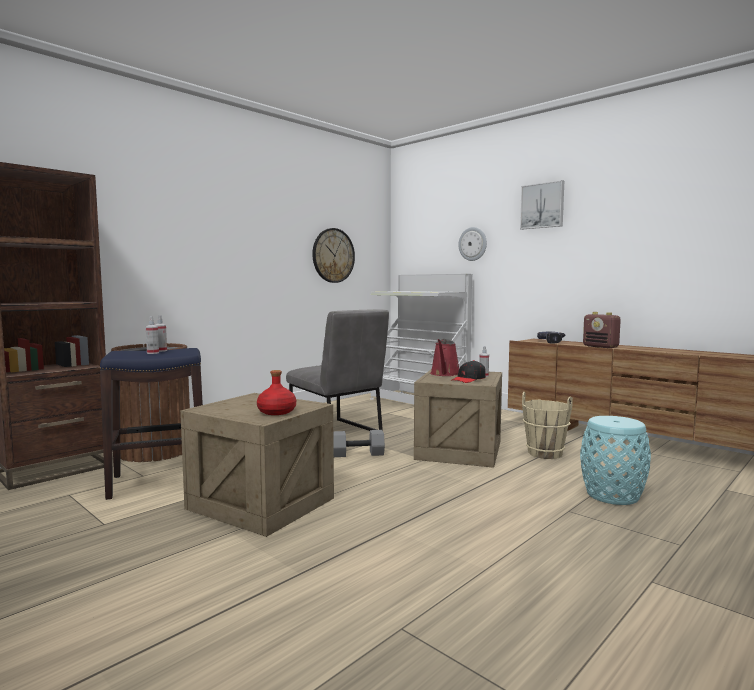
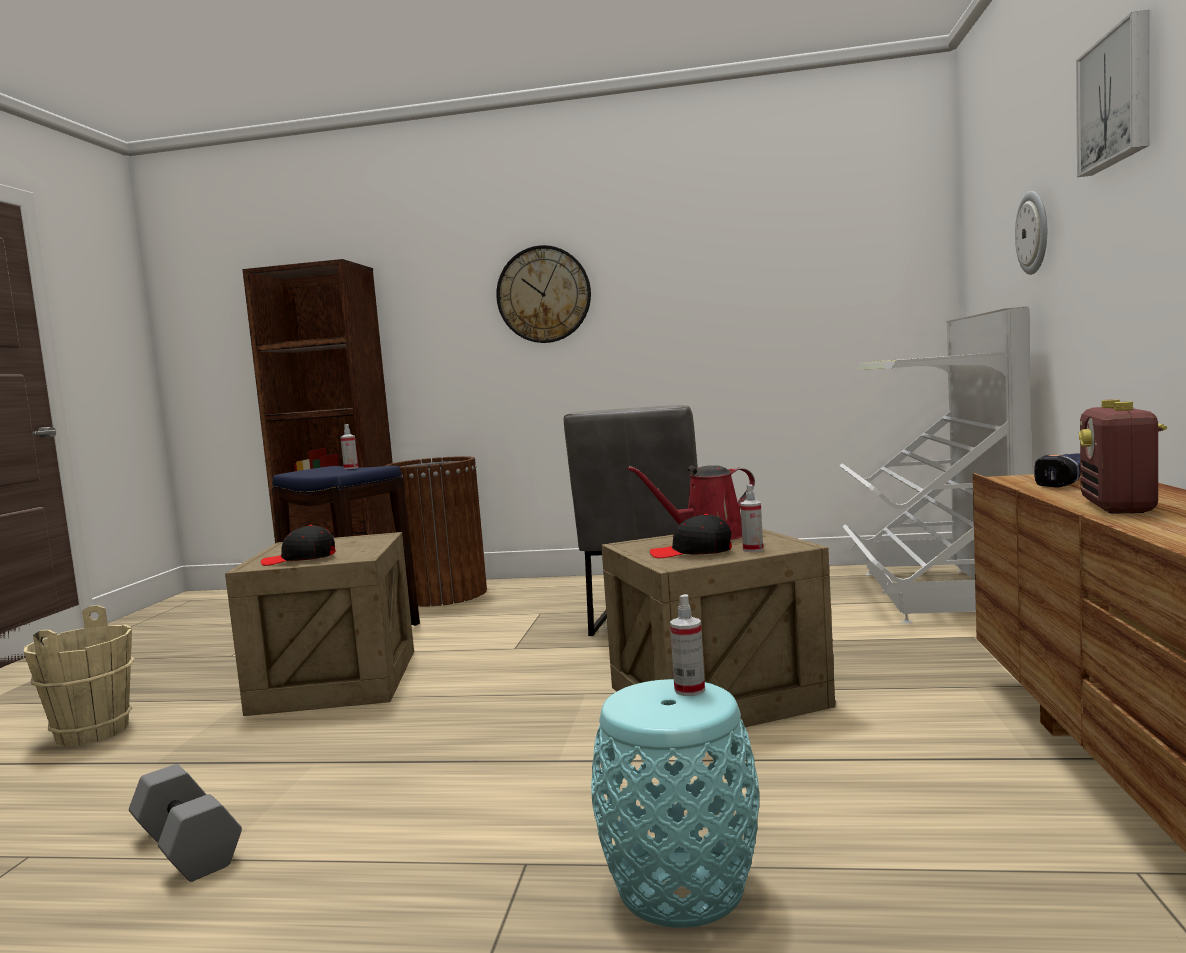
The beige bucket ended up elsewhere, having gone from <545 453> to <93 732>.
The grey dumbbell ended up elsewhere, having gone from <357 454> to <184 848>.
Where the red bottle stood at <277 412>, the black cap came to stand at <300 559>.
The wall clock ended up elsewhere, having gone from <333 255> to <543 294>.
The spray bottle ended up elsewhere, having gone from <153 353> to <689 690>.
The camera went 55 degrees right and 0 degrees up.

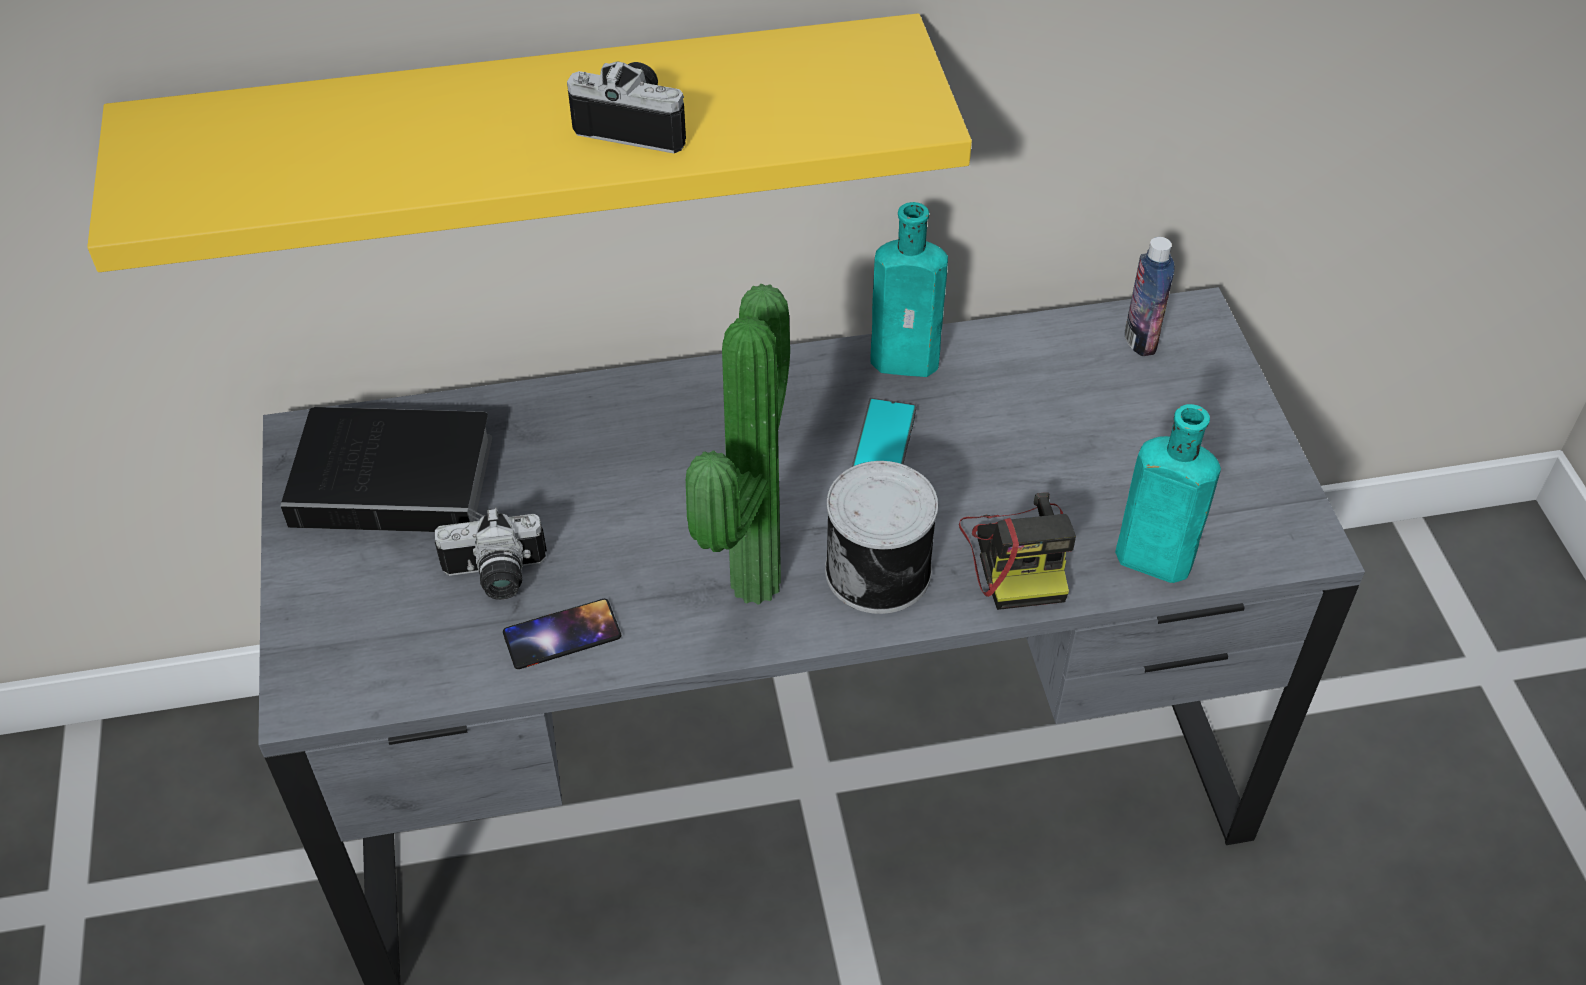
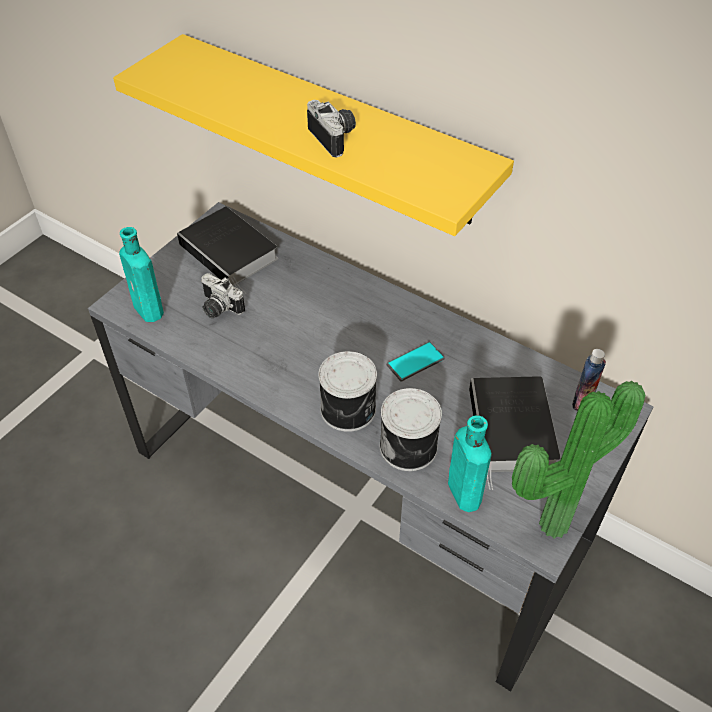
The turquoise bottle ended up elsewhere, having gone from <910 361> to <150 311>.
Where the photo camera stood at <1018 555>, the can came to stand at <410 446>.
The second view gained the book at <512 431>.
The potted plant ended up elsewhere, having gone from <745 583> to <549 521>.
The second view lost the phone at <562 634>.
The camera went 45 degrees right and 0 degrees up.

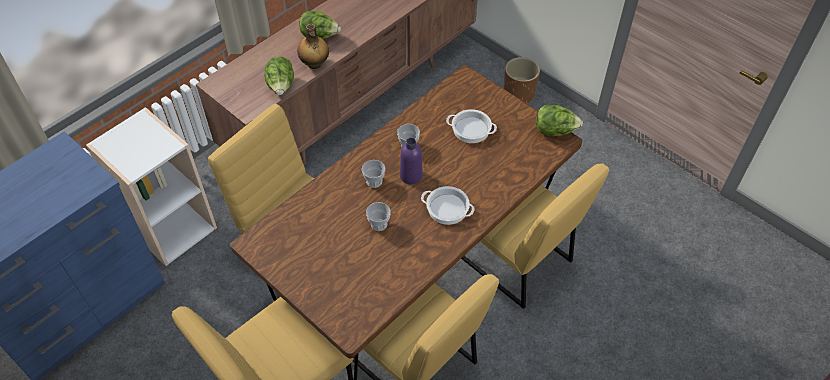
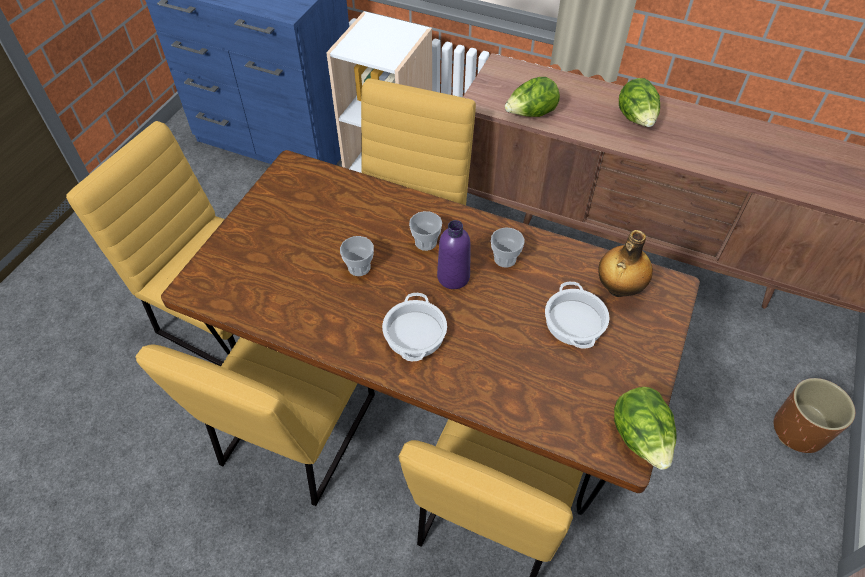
The bottle ended up elsewhere, having gone from <314 64> to <618 288>.
The camera went 70 degrees right and 0 degrees up.

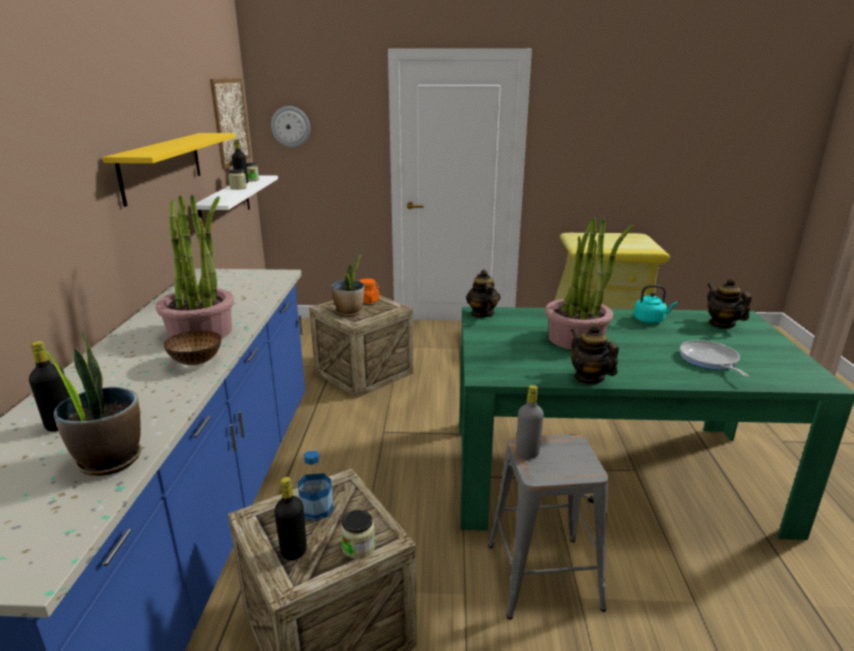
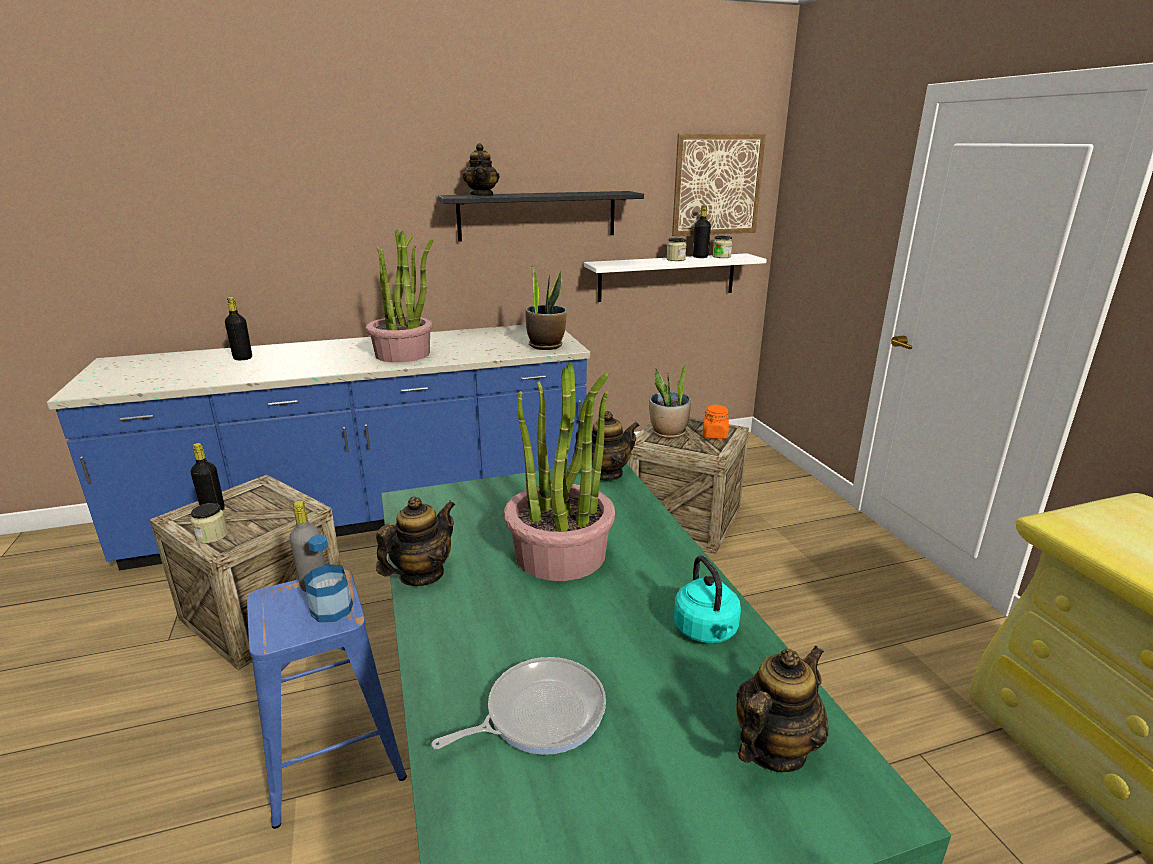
What was the grey stool at <543 576> turned into the blue stool at <331 754>.
The bottle ended up elsewhere, having gone from <316 509> to <332 609>.
What was the yellow shelf at <162 166> turned into the black shelf at <537 215>.
The second view gained the teapot at <482 195>.
The potted plant ended up elsewhere, having gone from <109 459> to <546 345>.
The second view lost the bowl at <197 362>.
The second view lost the wall clock at <291 126>.
The camera went 70 degrees right and 0 degrees up.

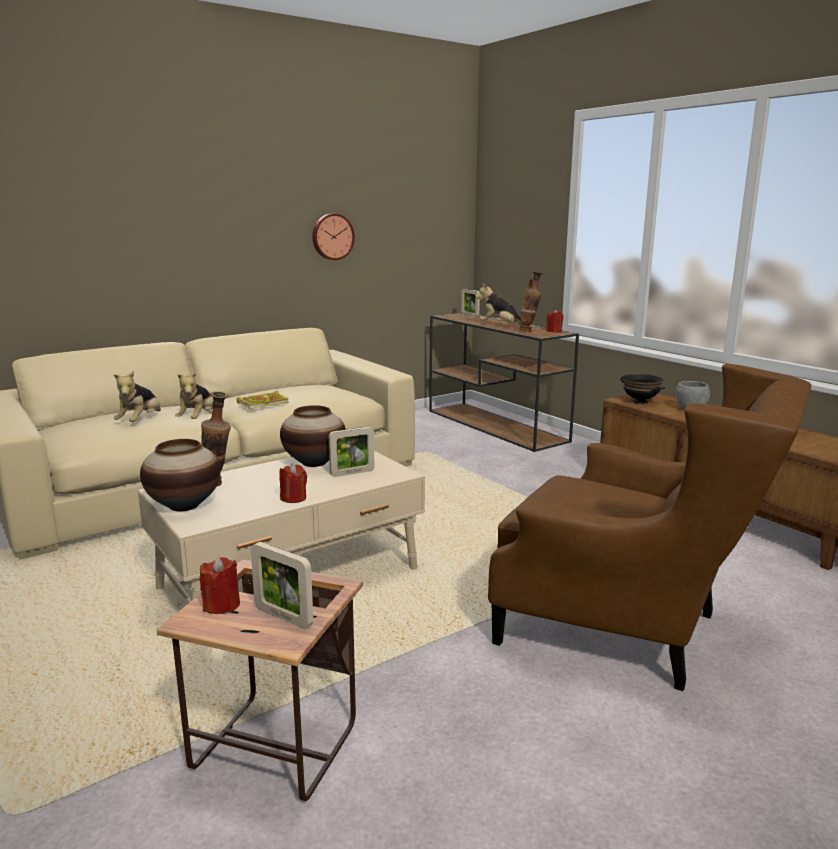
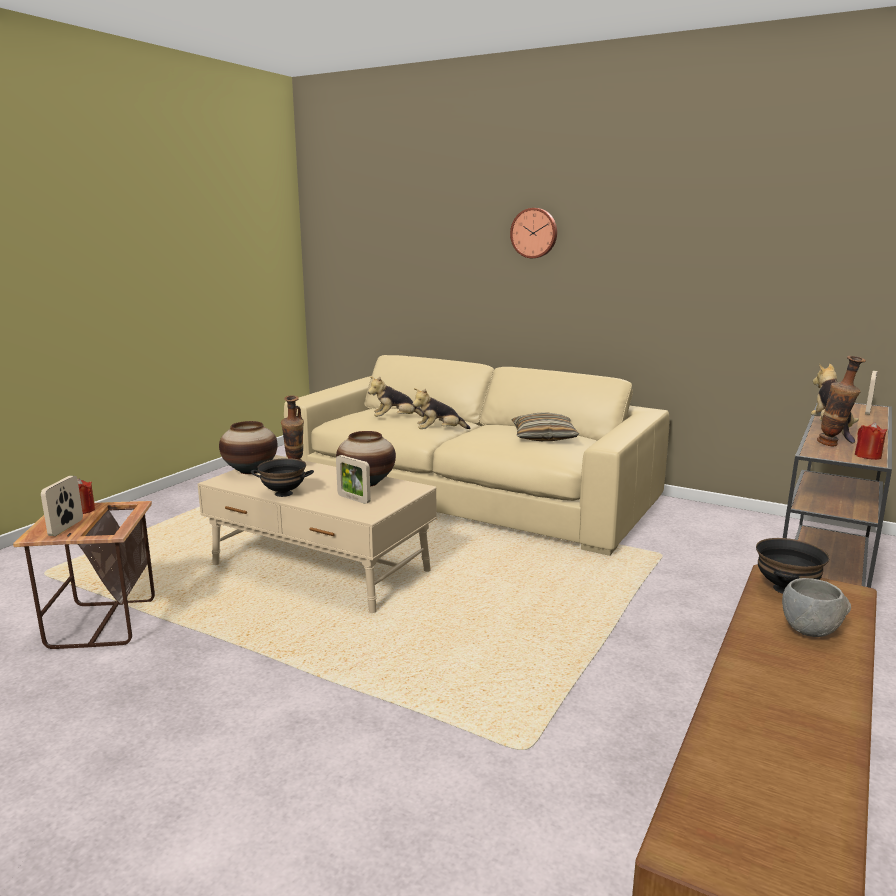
Where the red candle stood at <293 498>, the black bowl came to stand at <283 494>.
The wall clock ended up elsewhere, having gone from <332 236> to <534 233>.
The second view gained the pillow at <543 437>.
The second view lost the book at <264 403>.
The second view lost the brown armchair at <629 630>.
The camera went 65 degrees right and 0 degrees up.

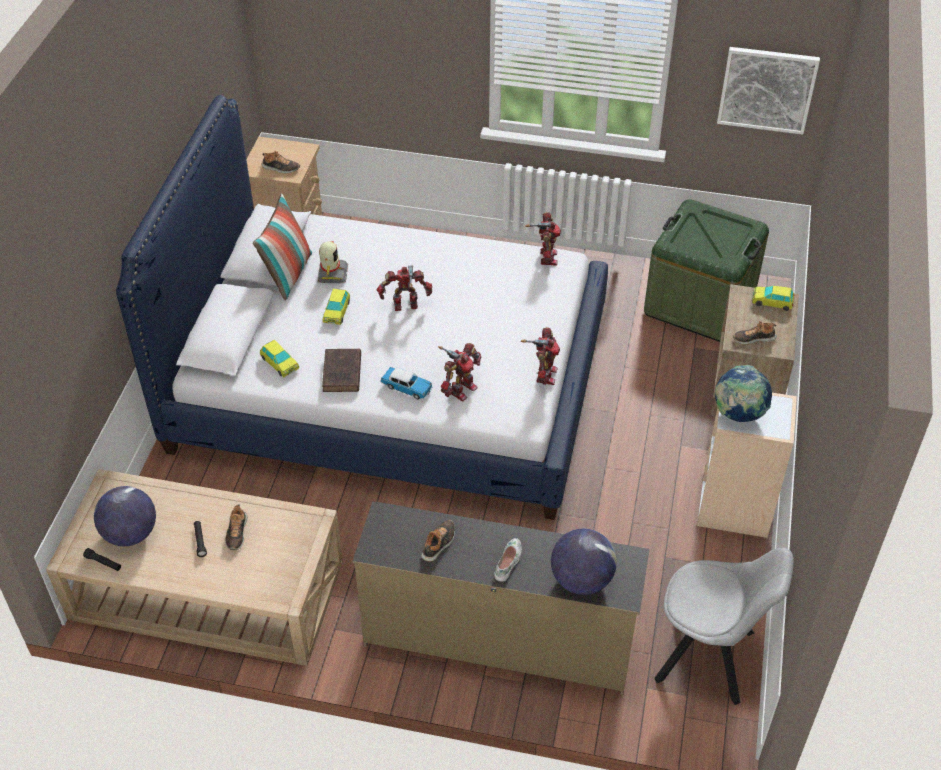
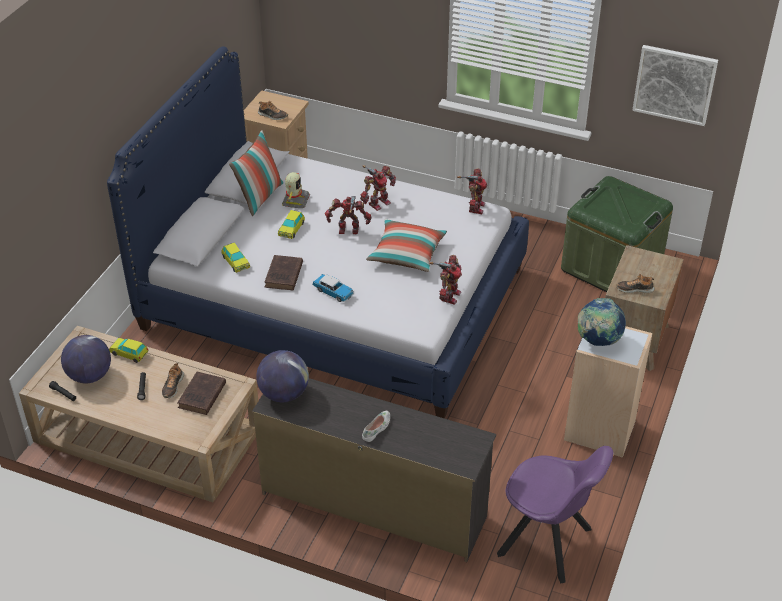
The toy car ended up elsewhere, having gone from <772 302> to <129 353>.
The second view gained the brown book at <201 396>.
The globe ended up elsewhere, having gone from <581 580> to <284 394>.
The toy robot ended up elsewhere, having gone from <461 389> to <378 203>.
The second view gained the pillow at <406 254>.
What was the grey chair at <708 656> turned into the purple chair at <547 543>.
The second view lost the shoe at <439 543>.
The camera went 10 degrees right and 5 degrees down.

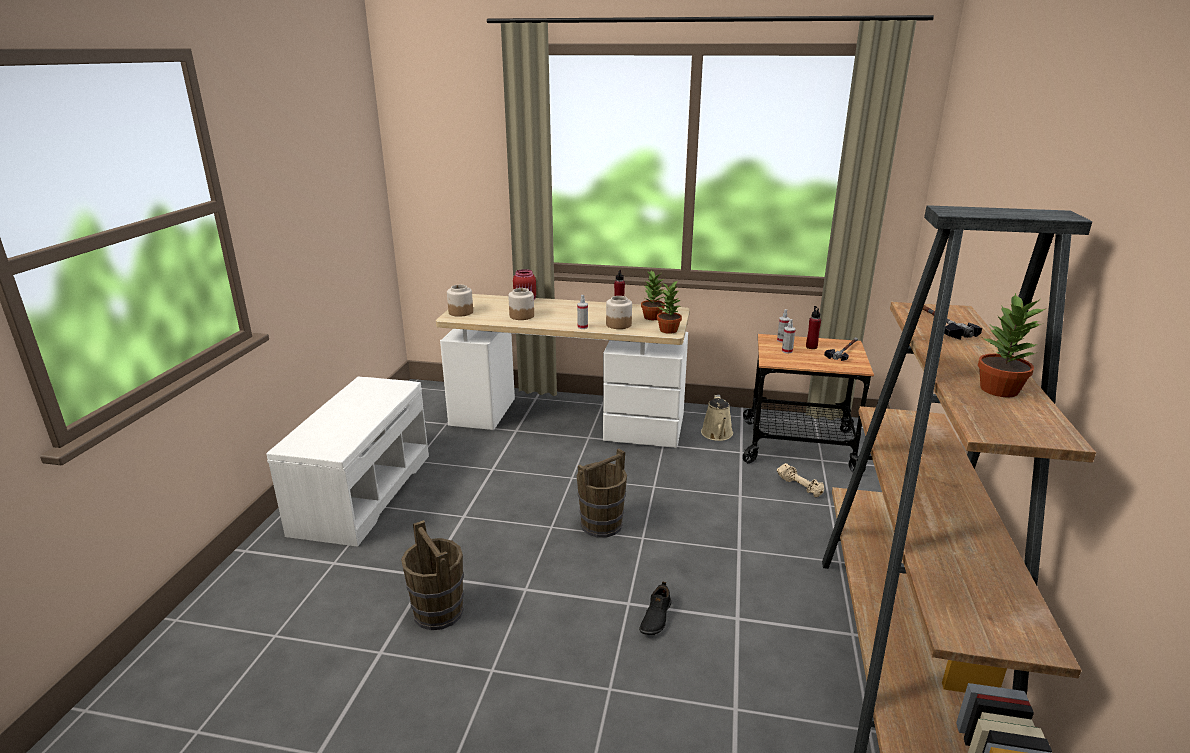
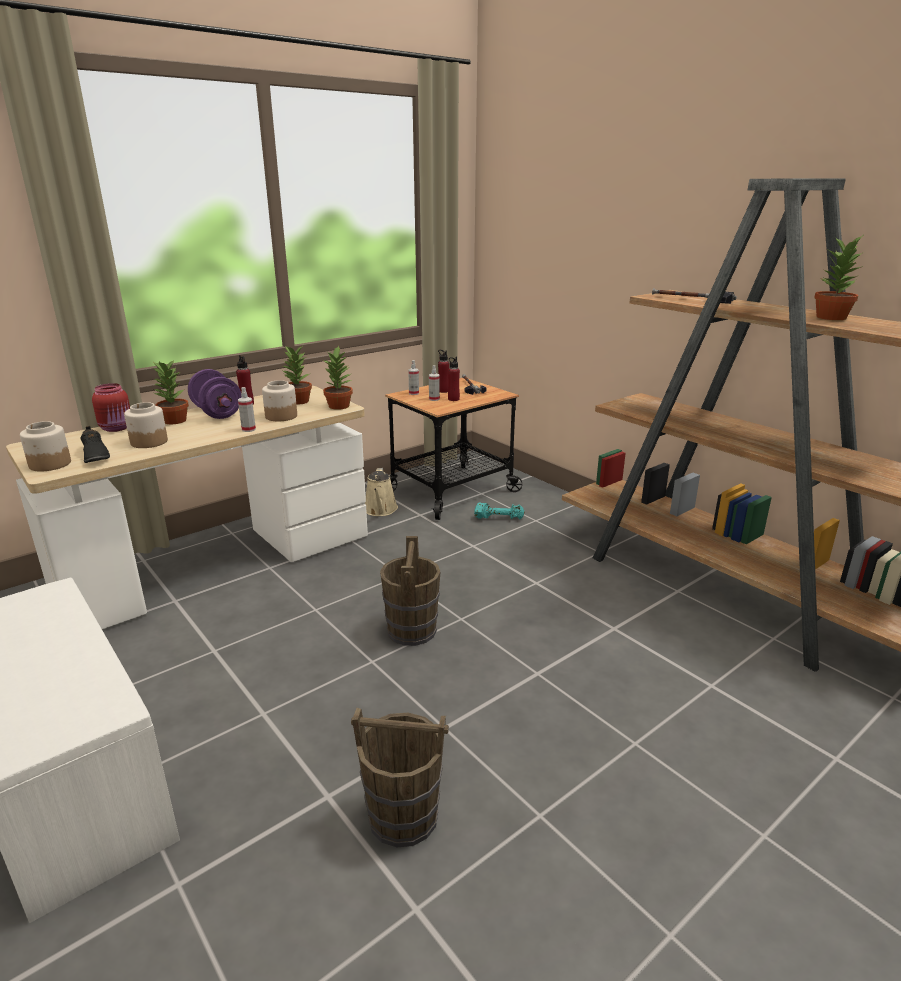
The black shoe ended up elsewhere, having gone from <655 617> to <95 456>.
The second view gained the potted plant at <174 421>.
The second view gained the purple dumbbell at <217 413>.
The beige watering can at <717 434> ended up facing another way, 45 degrees clockwise from before.
The second view gained the red bottle at <453 399>.
What was the beige dumbbell at <800 487> turned into the turquoise dumbbell at <499 518>.
The camera went 50 degrees left and 0 degrees up.

